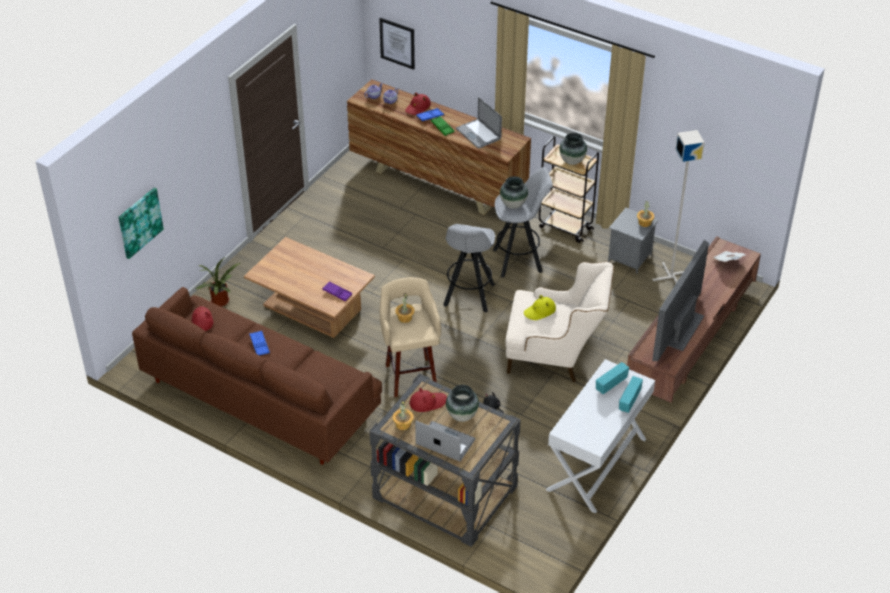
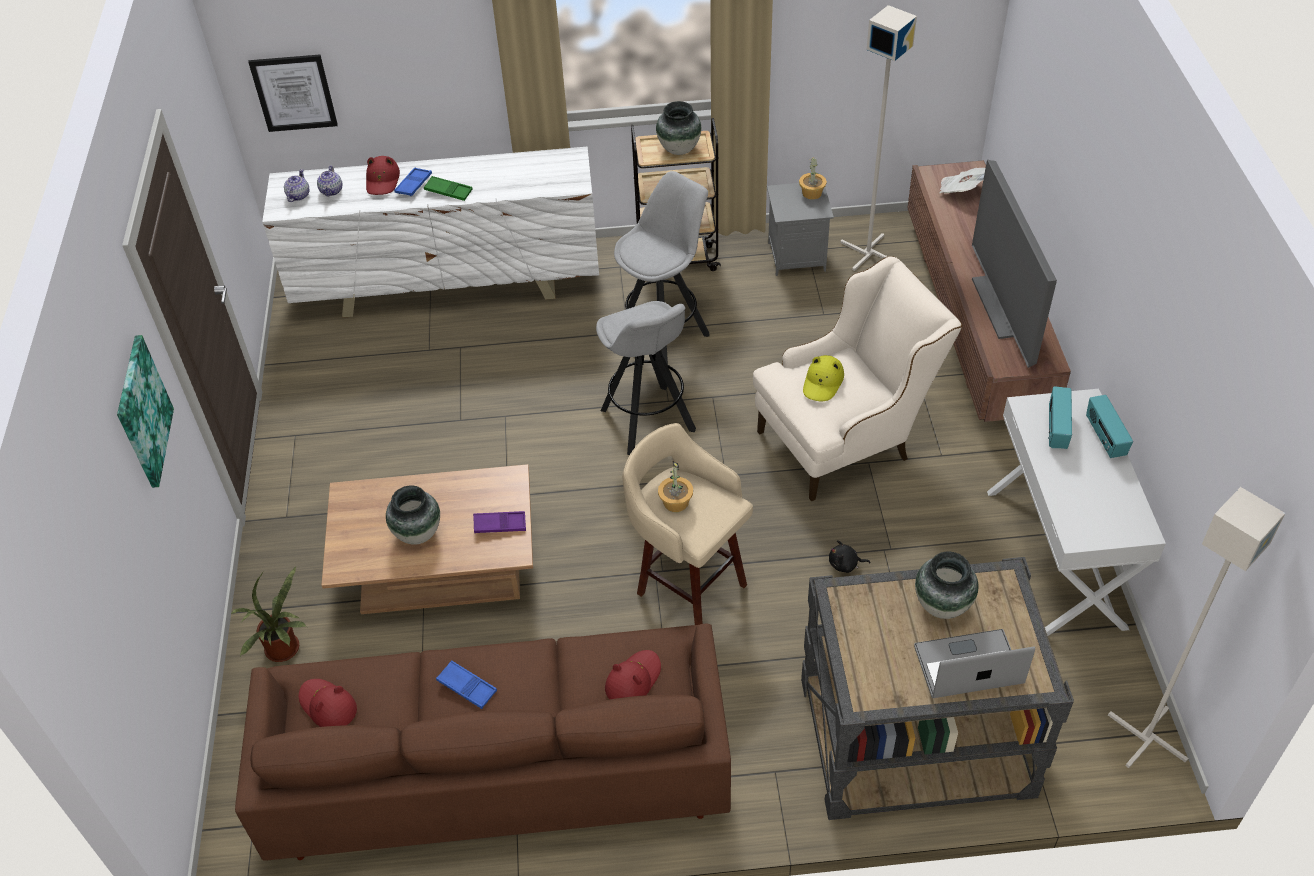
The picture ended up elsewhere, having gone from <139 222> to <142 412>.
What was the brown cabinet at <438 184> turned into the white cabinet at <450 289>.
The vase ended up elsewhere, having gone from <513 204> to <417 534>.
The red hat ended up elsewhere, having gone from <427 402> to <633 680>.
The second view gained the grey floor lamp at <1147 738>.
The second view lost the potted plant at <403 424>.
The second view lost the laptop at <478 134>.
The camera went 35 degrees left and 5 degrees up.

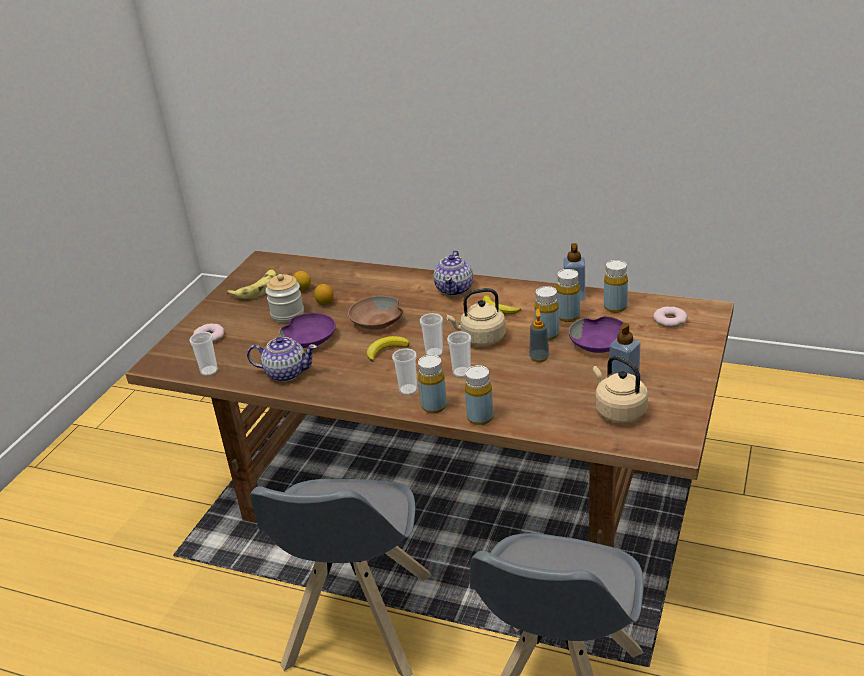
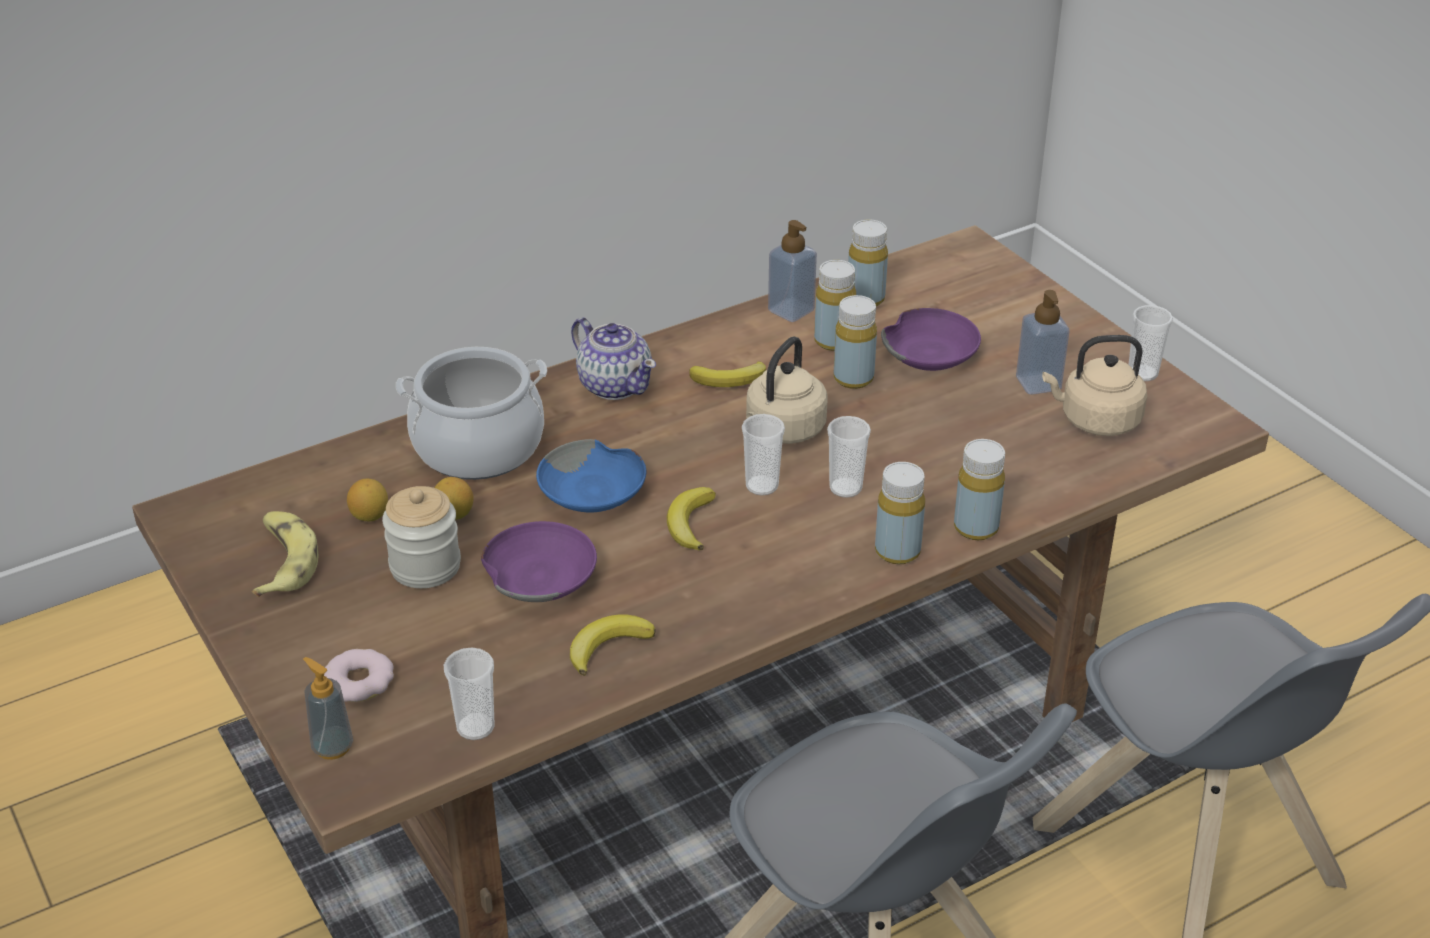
The soap dispenser ended up elsewhere, having gone from <539 358> to <332 747>.
The second view gained the cooking pot at <479 447>.
What was the brown bowl at <377 321> turned into the blue bowl at <594 493>.
Where the teapot stood at <286 373>, the banana came to stand at <608 646>.
The cup ended up elsewhere, having gone from <408 390> to <1142 373>.
The second view lost the donut at <670 320>.
The camera went 55 degrees left and 5 degrees up.

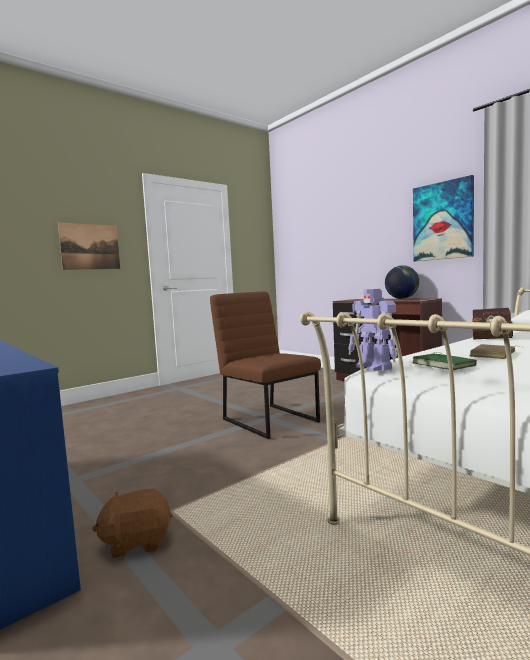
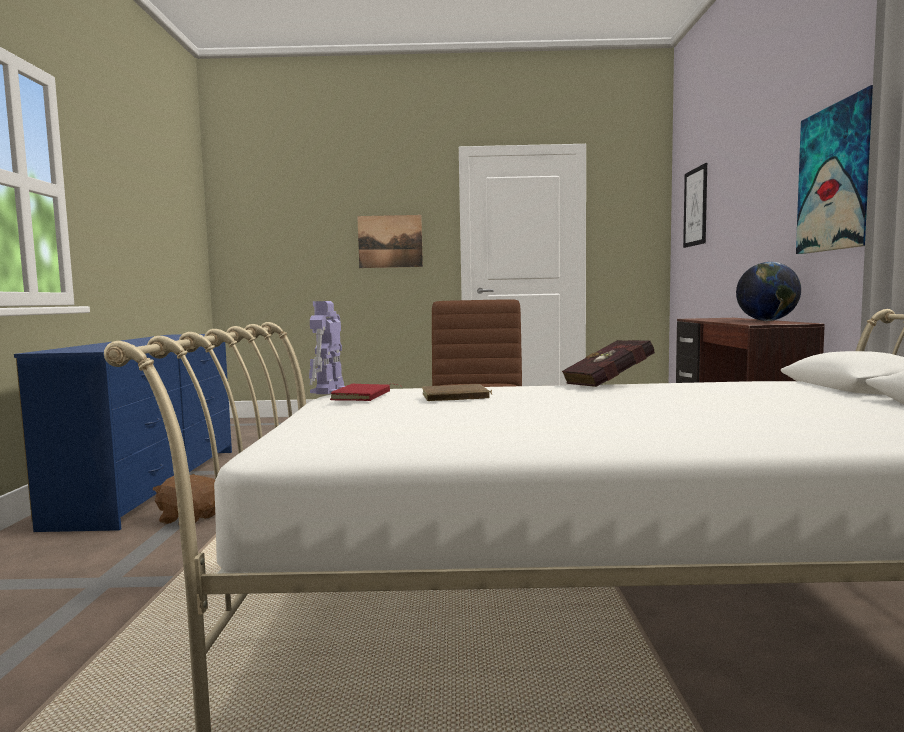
What was the green book at <444 364> turned into the red book at <363 396>.
The second view gained the picture at <695 207>.
The camera went 40 degrees right and 0 degrees up.

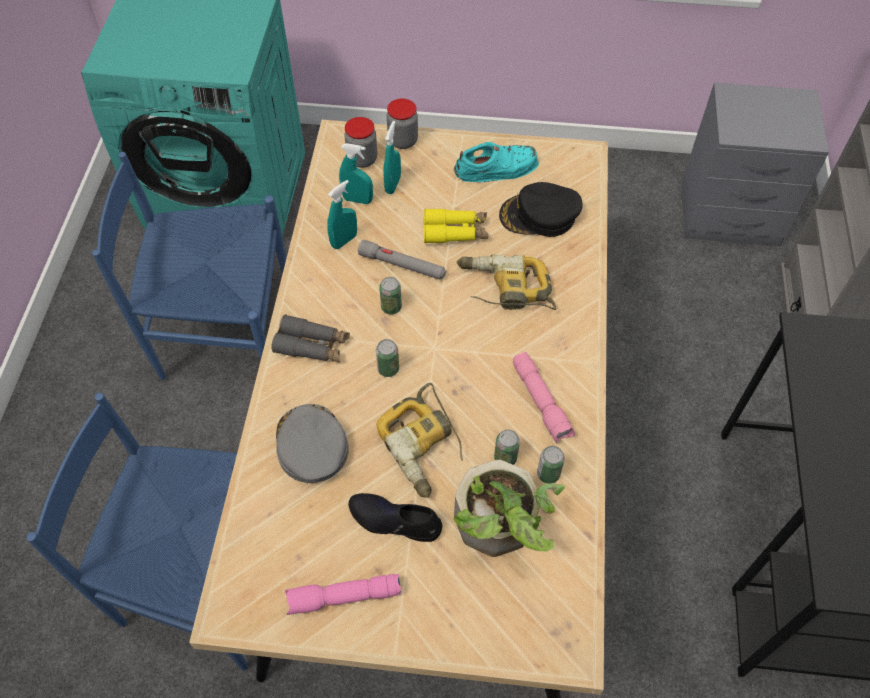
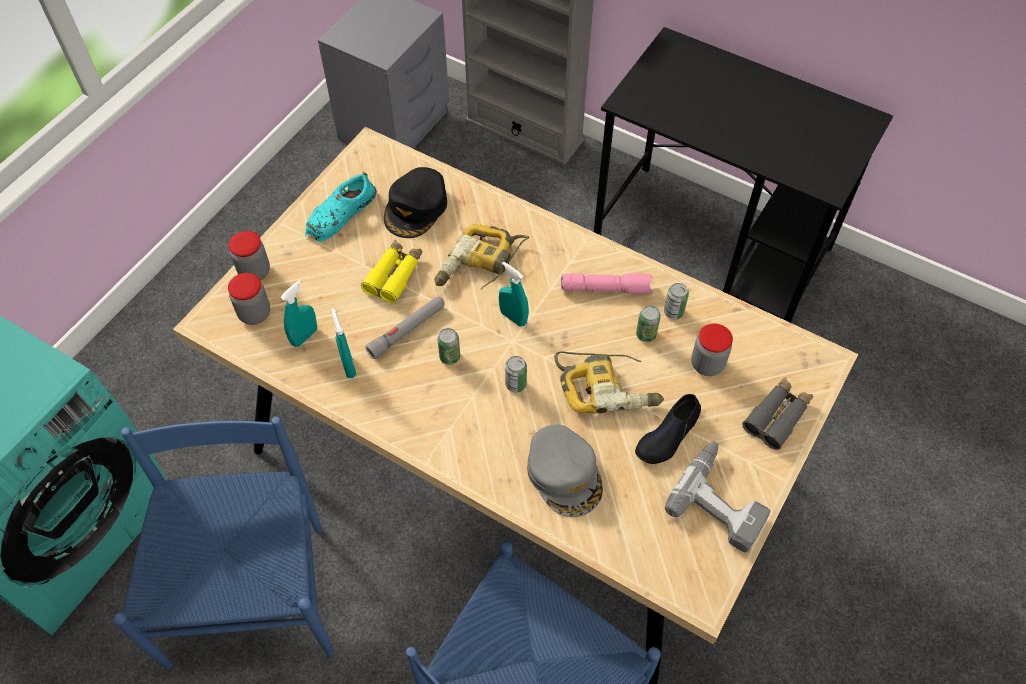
The blue chair at <225 332> ended up facing another way, 150 degrees clockwise from before.
The turquoise shoe at <497 168> ended up facing another way, 150 degrees counterclockwise from before.
The turquoise spray bottle ended up elsewhere, having gone from <393 185> to <513 317>.
The grey cap at <311 445> ended up facing another way, 120 degrees counterclockwise from before.
Where the pink flashlight stood at <343 598>, the power drill came to stand at <722 500>.
Where the potted plant stood at <500 529>, the jar came to stand at <707 364>.
The grey binoculars ended up elsewhere, having gone from <312 346> to <777 416>.
The camera went 65 degrees left and 0 degrees up.

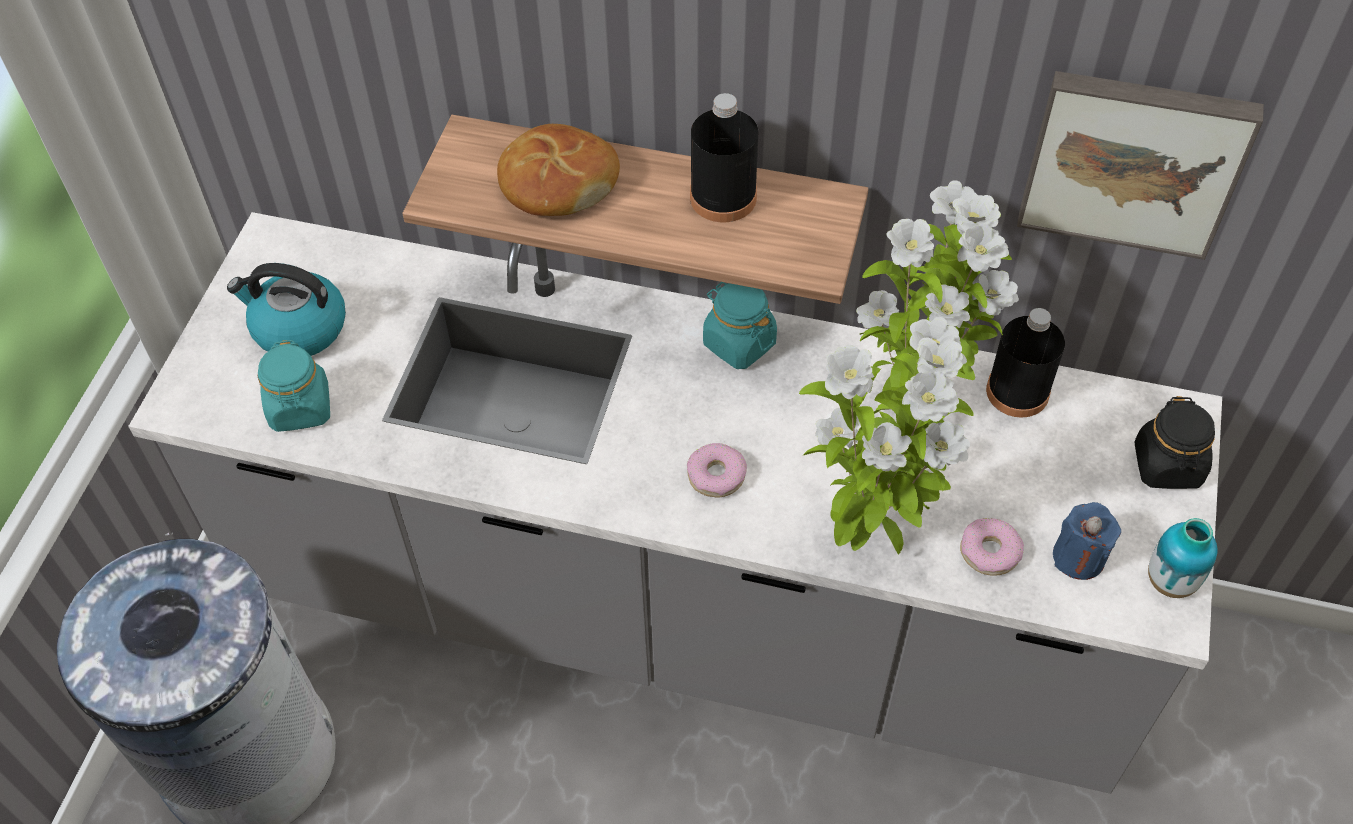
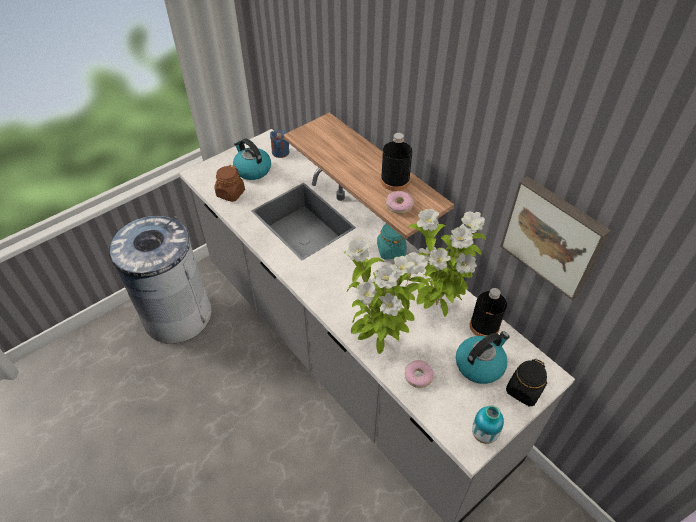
What was the turquoise jar at <300 408> turned into the brown jar at <230 193>.
The blue candle ended up elsewhere, having gone from <1078 557> to <280 152>.
The donut ended up elsewhere, having gone from <716 475> to <399 205>.
The second view gained the kettle at <480 364>.
The second view lost the bread at <557 184>.
The camera went 35 degrees right and 5 degrees down.

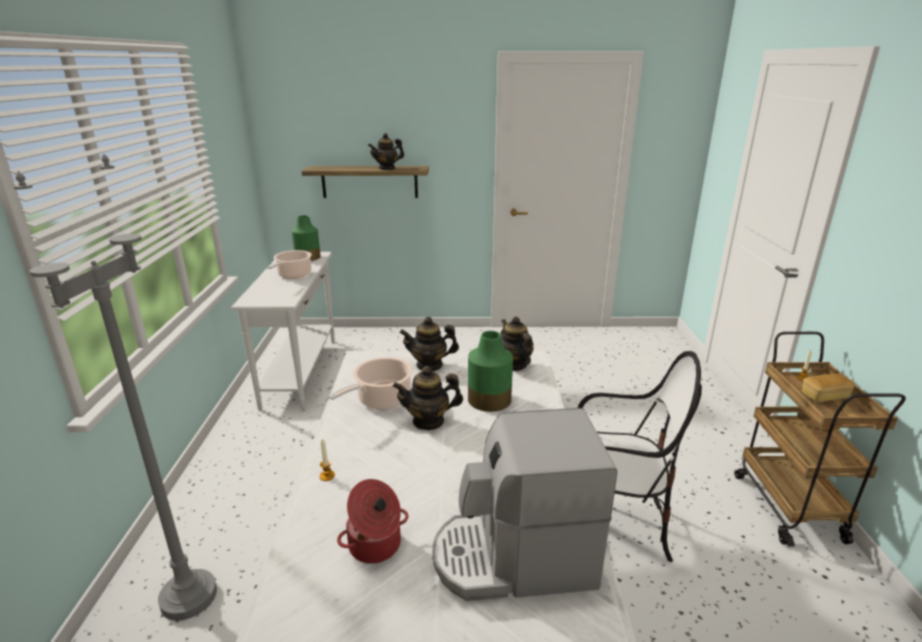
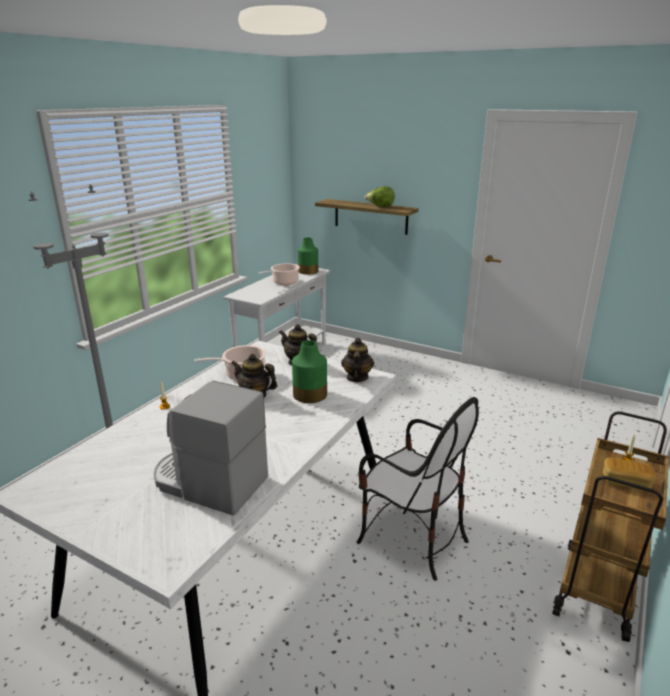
Where the teapot stood at <387 168>, the lettuce came to stand at <380 207>.
The second view lost the cooking pot at <375 546>.
The camera went 30 degrees right and 0 degrees up.

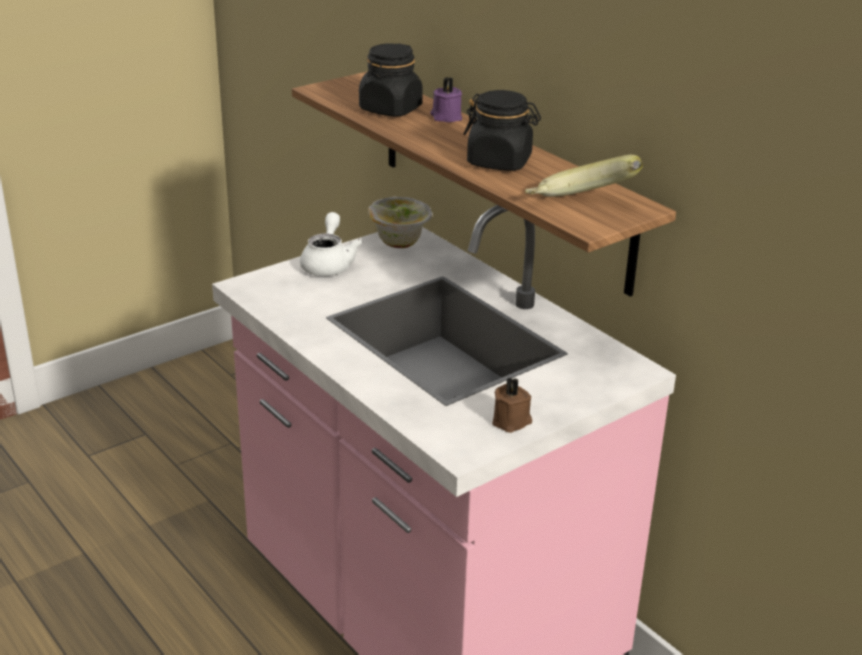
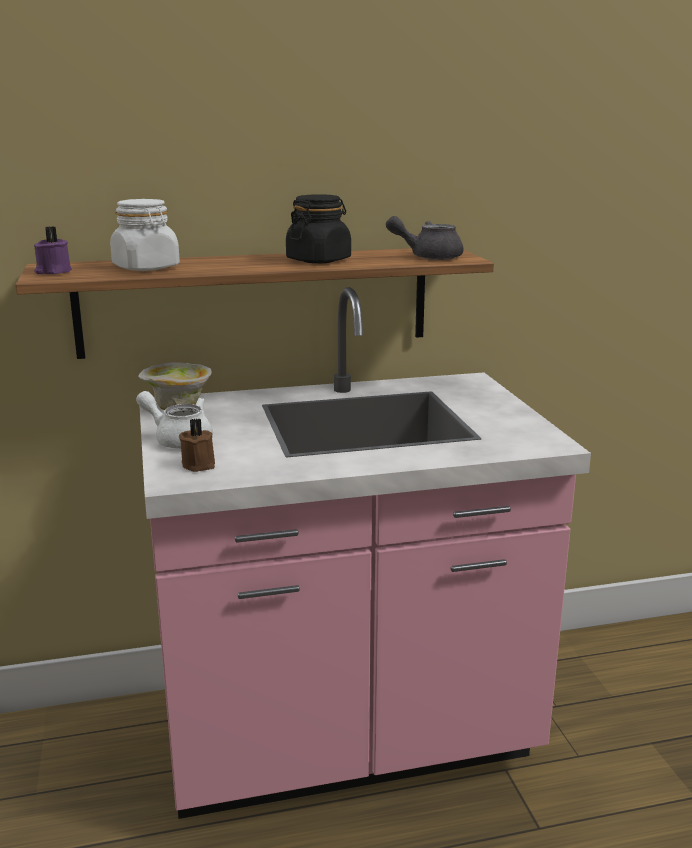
The purple candle ended up elsewhere, having gone from <446 117> to <53 272>.
What was the black jar at <390 109> turned into the white jar at <146 268>.
The brown candle ended up elsewhere, having gone from <512 421> to <200 464>.
Where the banana stood at <579 205>, the grey teapot came to stand at <428 257>.
The camera went 65 degrees left and 10 degrees down.

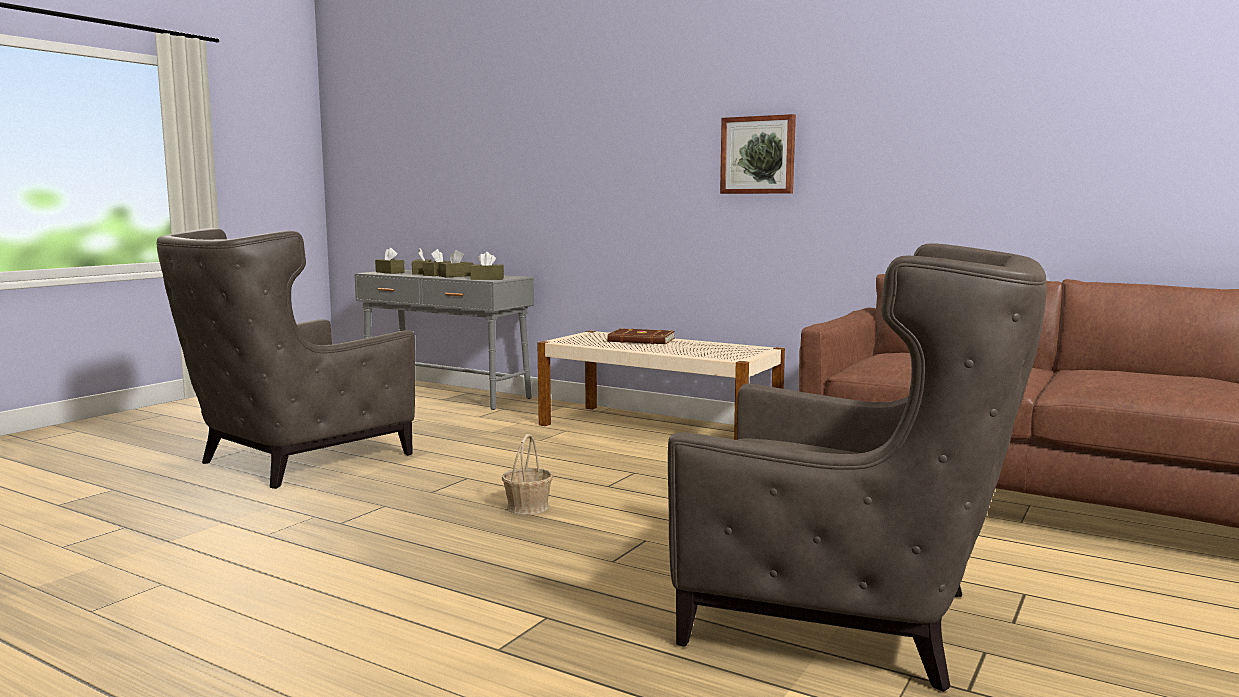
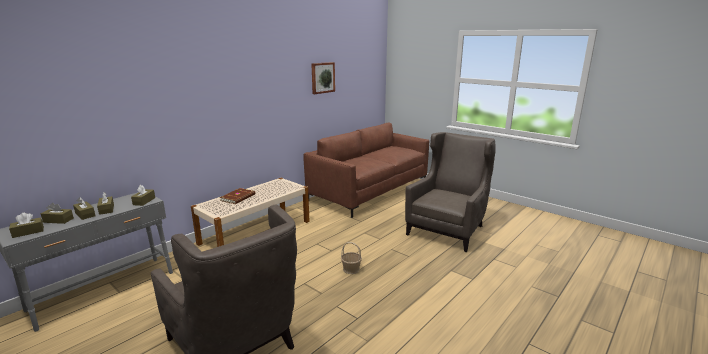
The picture ended up elsewhere, having gone from <758 155> to <322 77>.
The camera went 80 degrees left and 10 degrees up.

